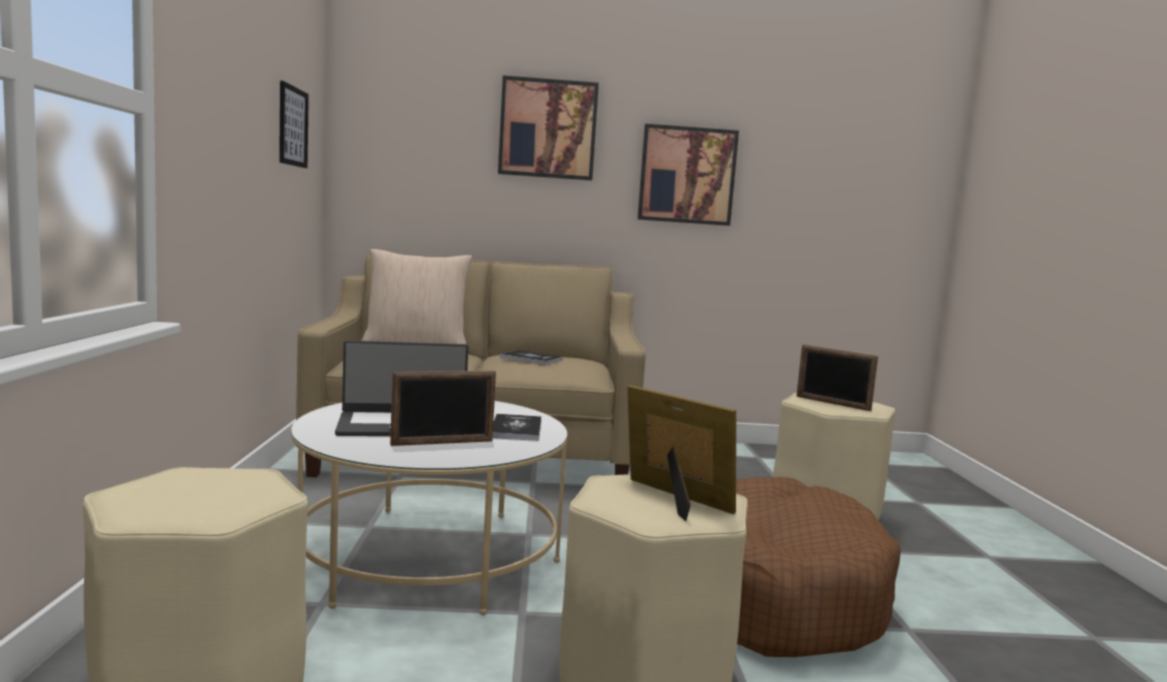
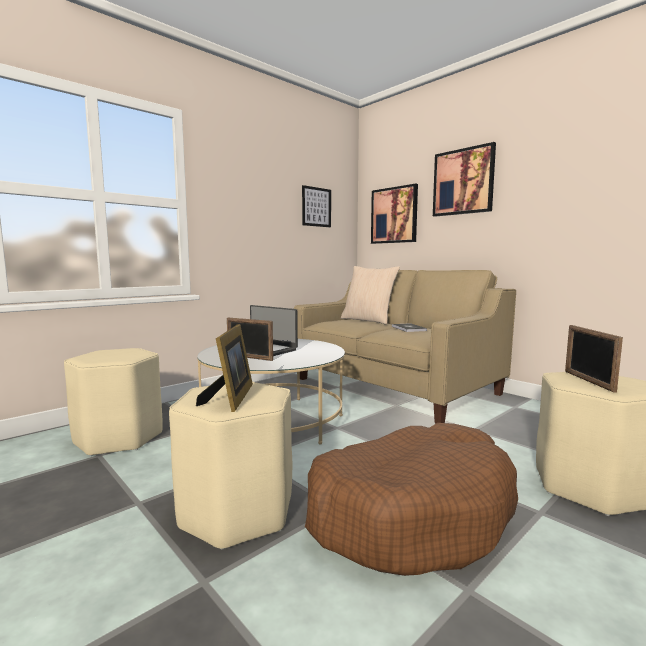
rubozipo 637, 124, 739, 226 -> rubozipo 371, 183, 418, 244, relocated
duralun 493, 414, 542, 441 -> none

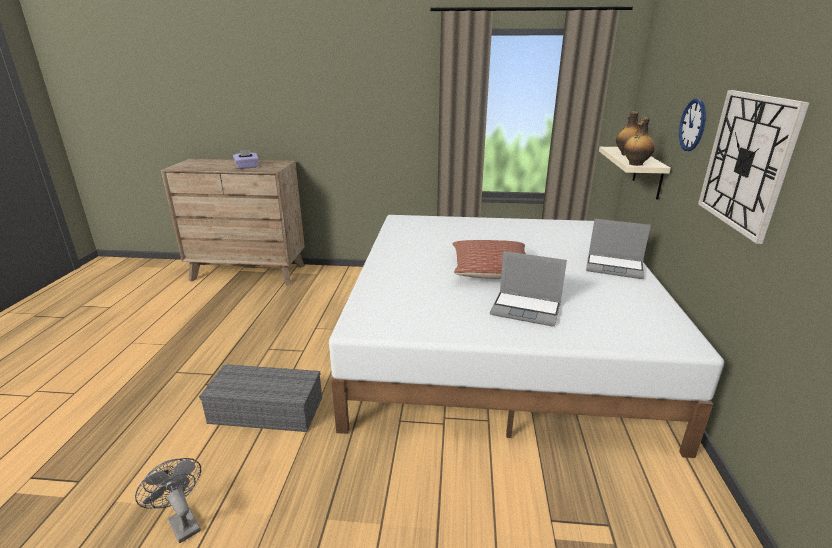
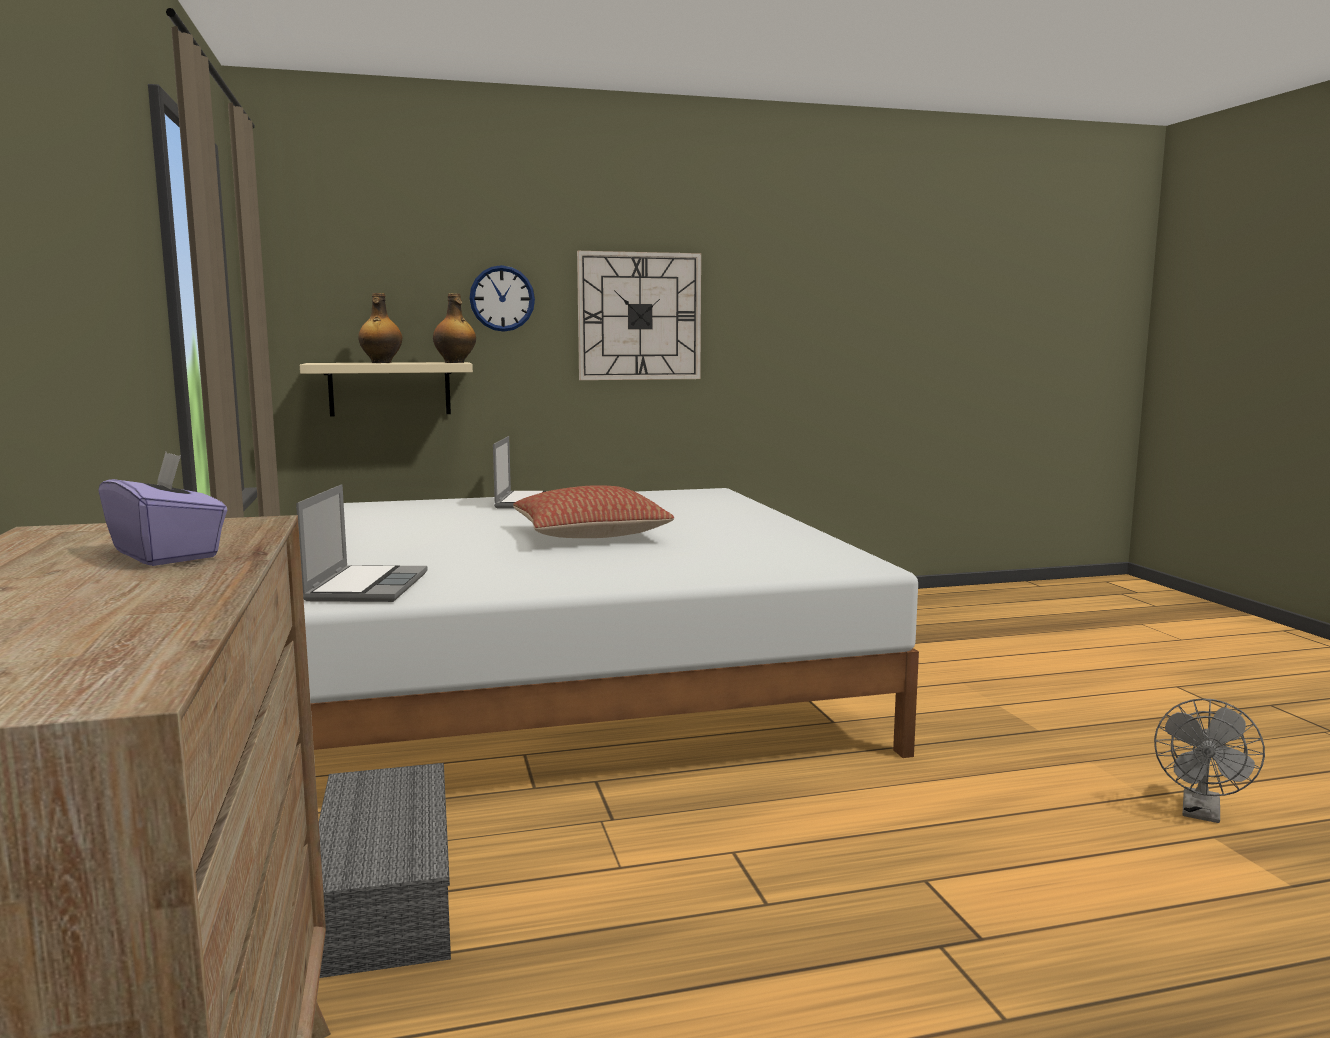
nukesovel 490, 251, 567, 327 -> nukesovel 296, 484, 427, 602, relocated
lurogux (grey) 199, 364, 322, 432 -> lurogux (grey) 319, 763, 451, 978, relocated

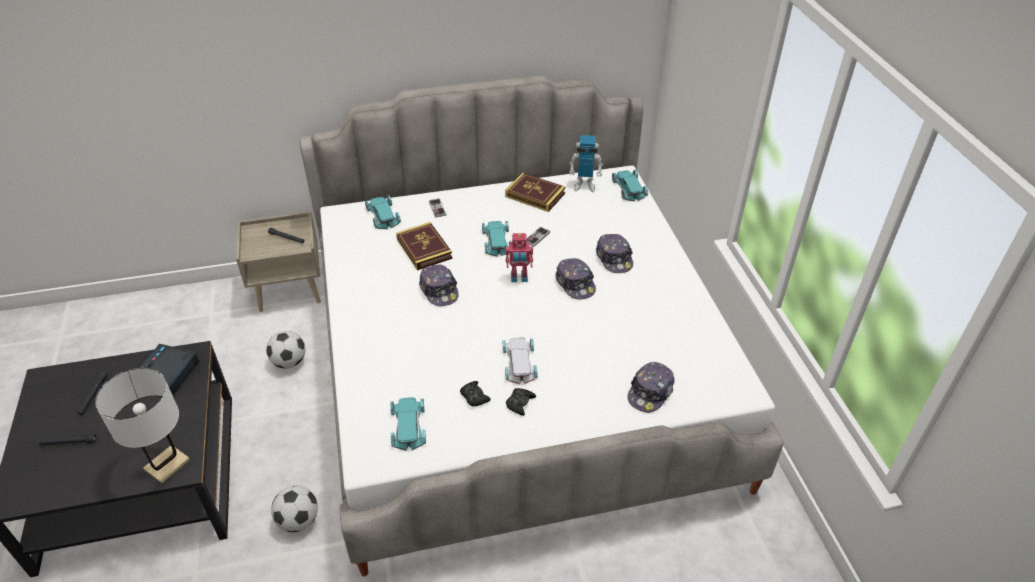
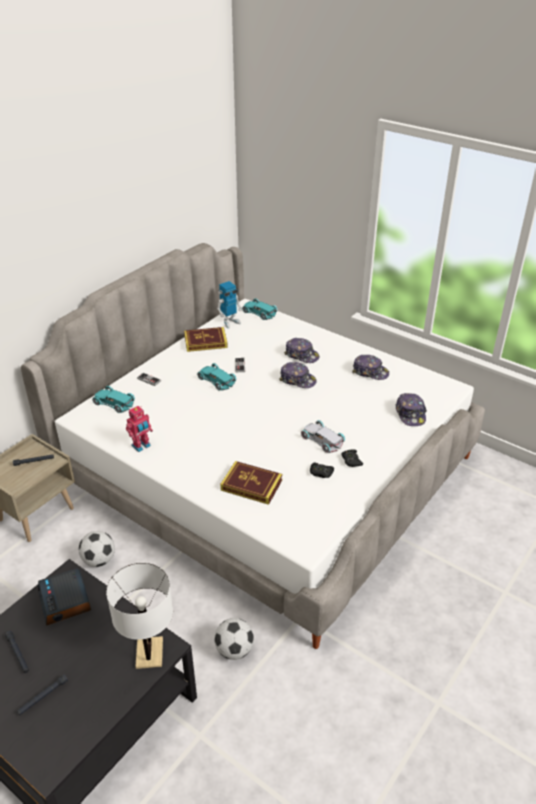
duralun 396, 222, 452, 270 -> duralun 220, 461, 282, 505, relocated
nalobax 505, 233, 533, 282 -> nalobax 126, 406, 153, 452, relocated
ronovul 419, 264, 459, 306 -> ronovul 353, 355, 389, 380, relocated
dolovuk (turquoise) 390, 397, 426, 451 -> none

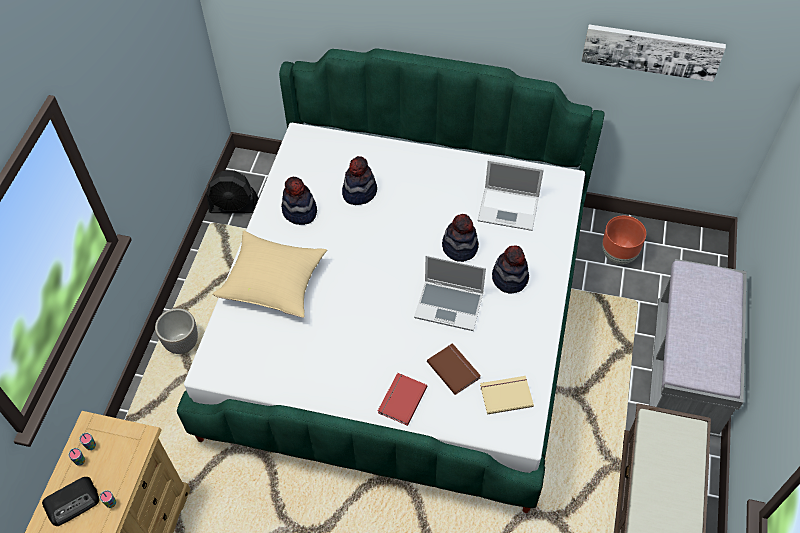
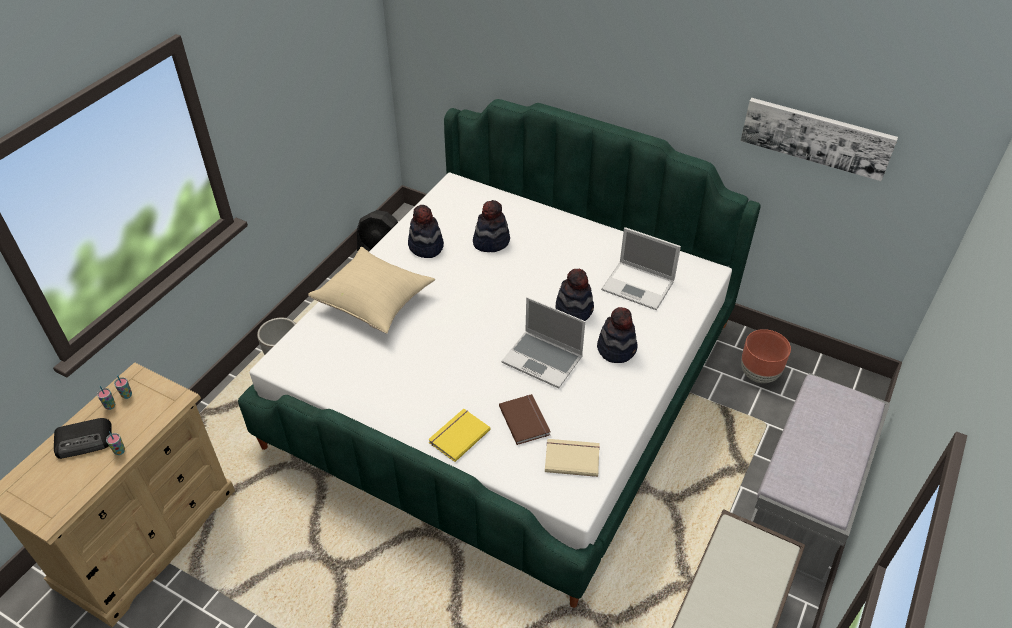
duralun (red) 378, 373, 427, 426 -> duralun (yellow) 428, 409, 490, 462

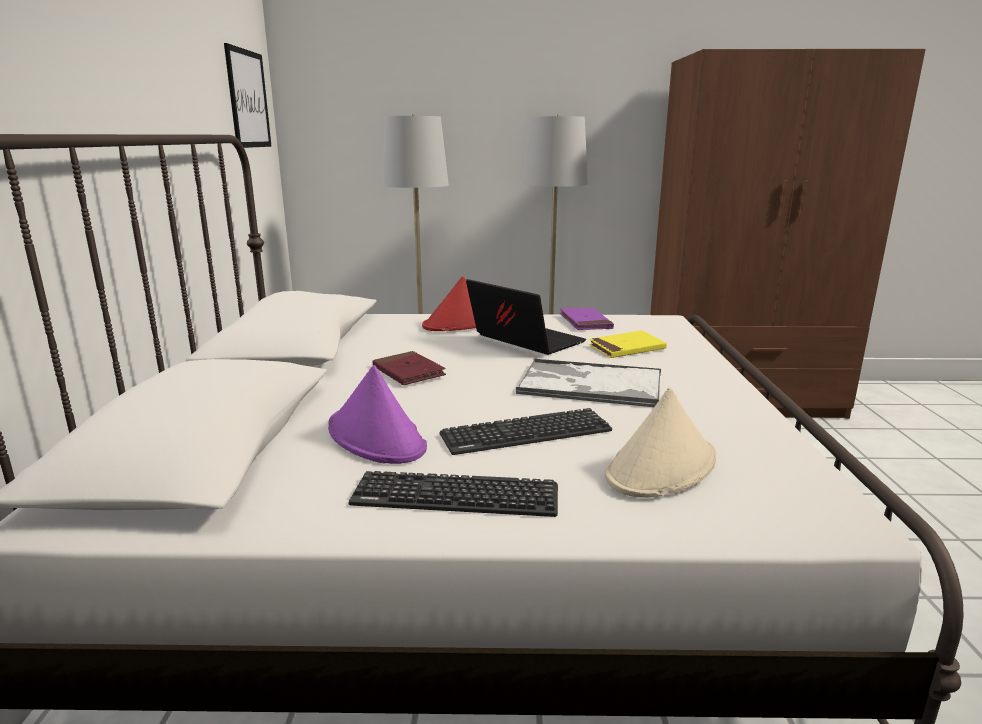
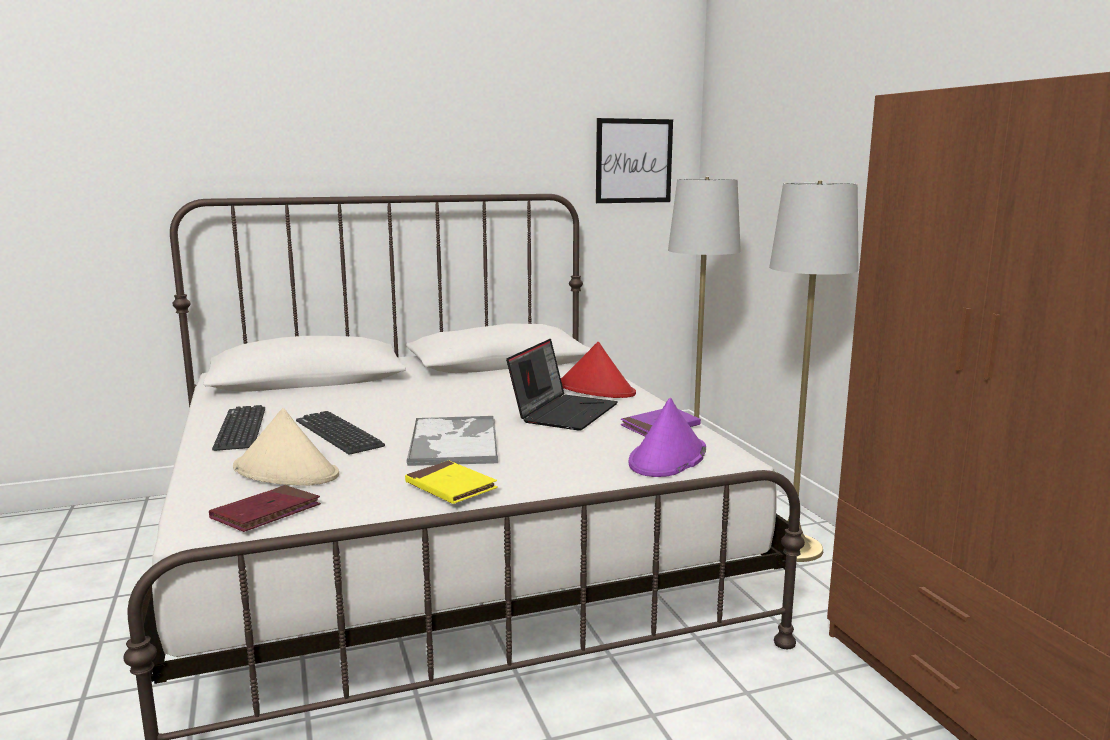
duralun (yellow) 589, 330, 667, 358 -> duralun (yellow) 405, 461, 498, 504, relocated
duralun (red) 372, 351, 446, 385 -> duralun (red) 209, 485, 321, 532, relocated
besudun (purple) 328, 365, 427, 464 -> besudun (purple) 629, 398, 706, 477, relocated

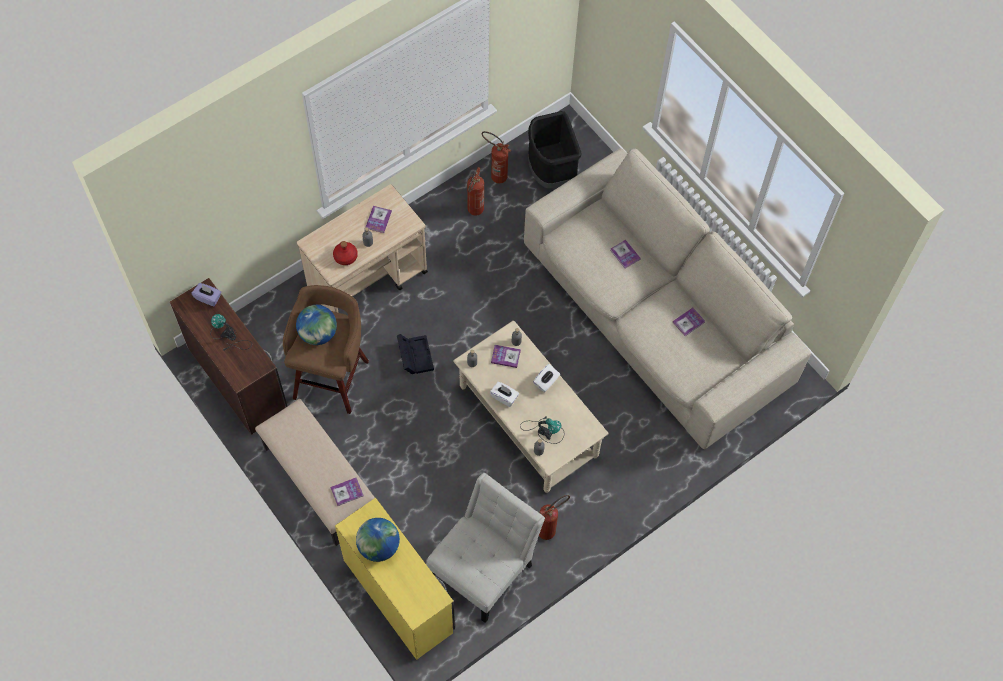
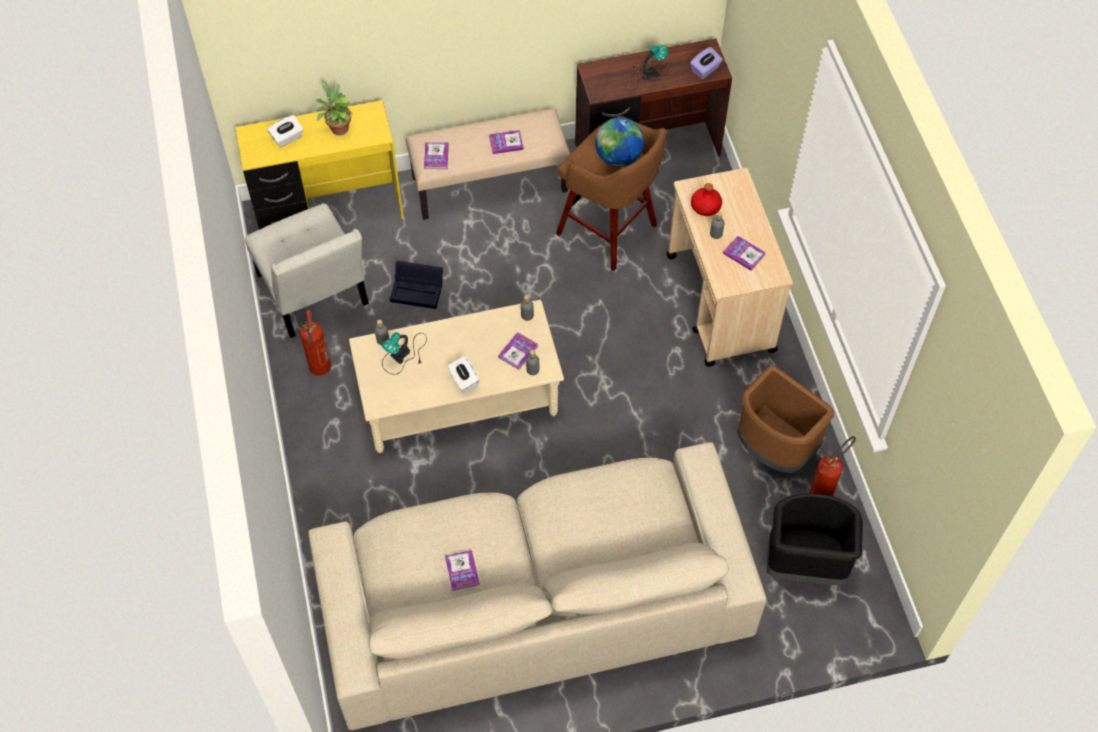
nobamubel 467, 167, 484, 216 -> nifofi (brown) 737, 366, 834, 473
duralun 610, 240, 641, 268 -> duralun 489, 130, 524, 154, relocated
lurogux (black) 397, 334, 434, 374 -> lurogux (black) 390, 261, 443, 309, relocated
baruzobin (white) 490, 382, 519, 407 -> baruzobin (white) 267, 115, 303, 147, relocated
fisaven 356, 518, 400, 562 -> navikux 316, 81, 353, 135

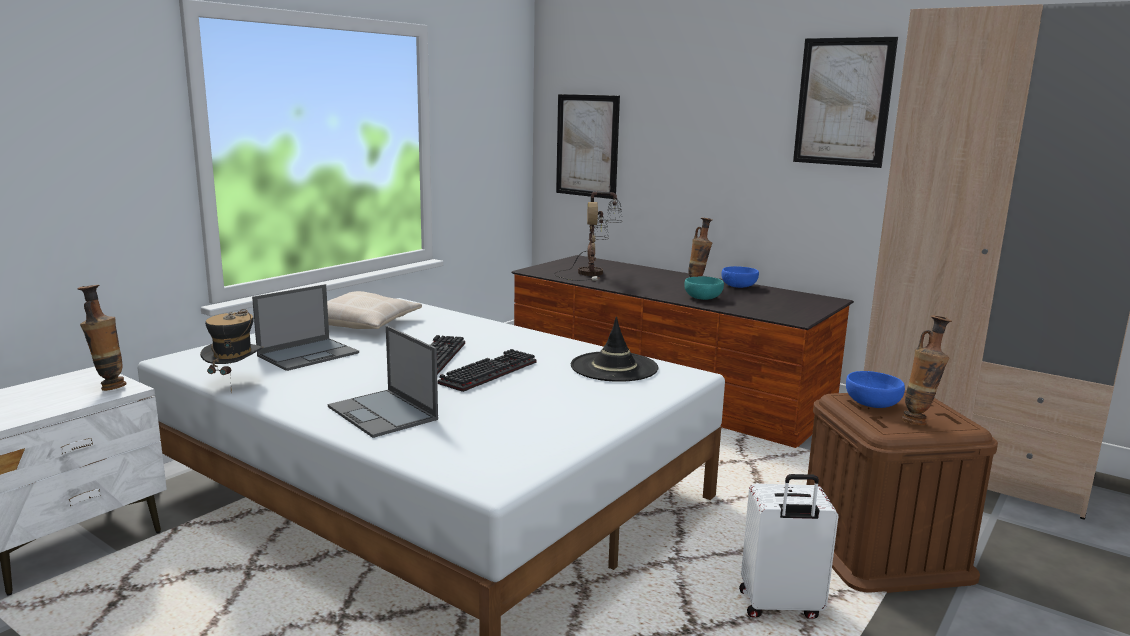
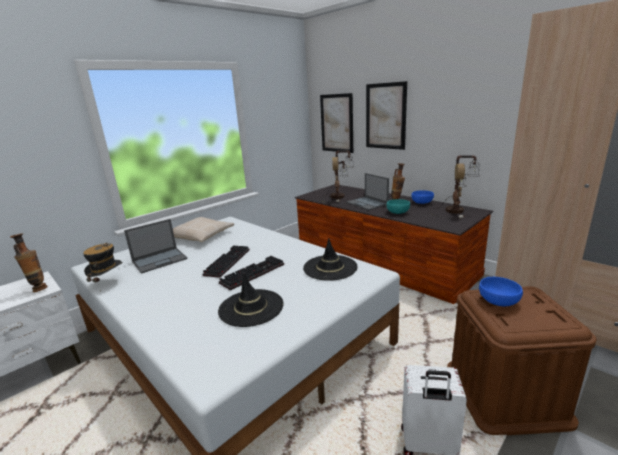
rubozipo 793, 37, 898, 168 -> rubozipo 366, 81, 407, 150, relocated
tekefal 901, 316, 952, 425 -> none
nukesovel 328, 326, 438, 438 -> nukesovel 347, 173, 389, 210, relocated
none -> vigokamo 429, 155, 480, 219
none -> besudun (black) 218, 273, 284, 327

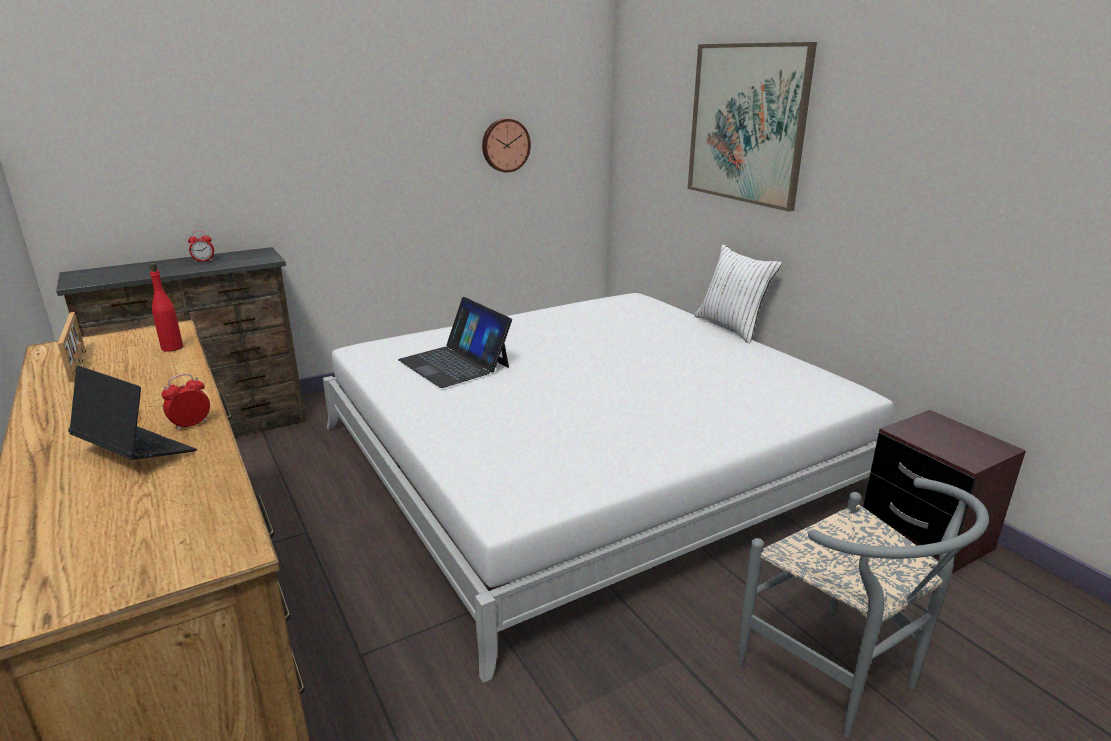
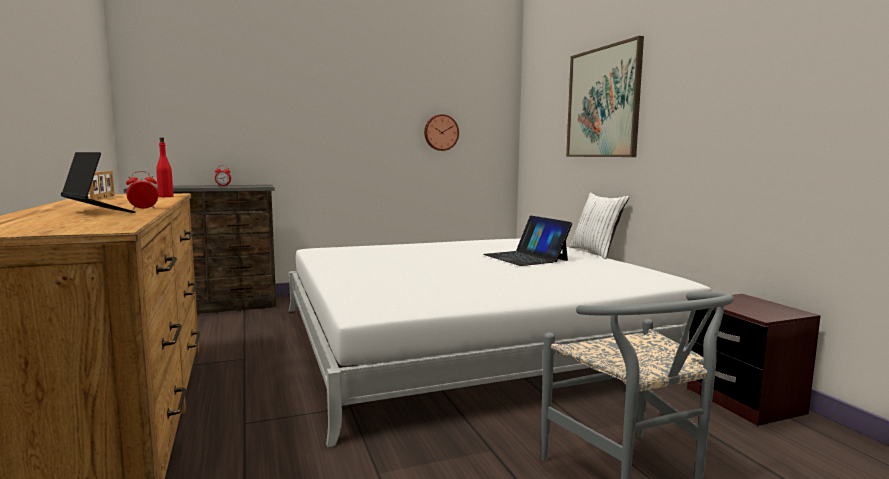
nukesovel 398, 297, 512, 388 -> nukesovel 483, 216, 572, 266, relocated

